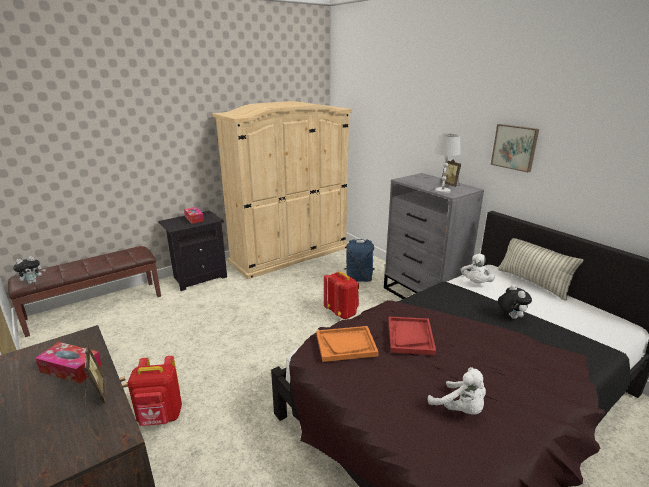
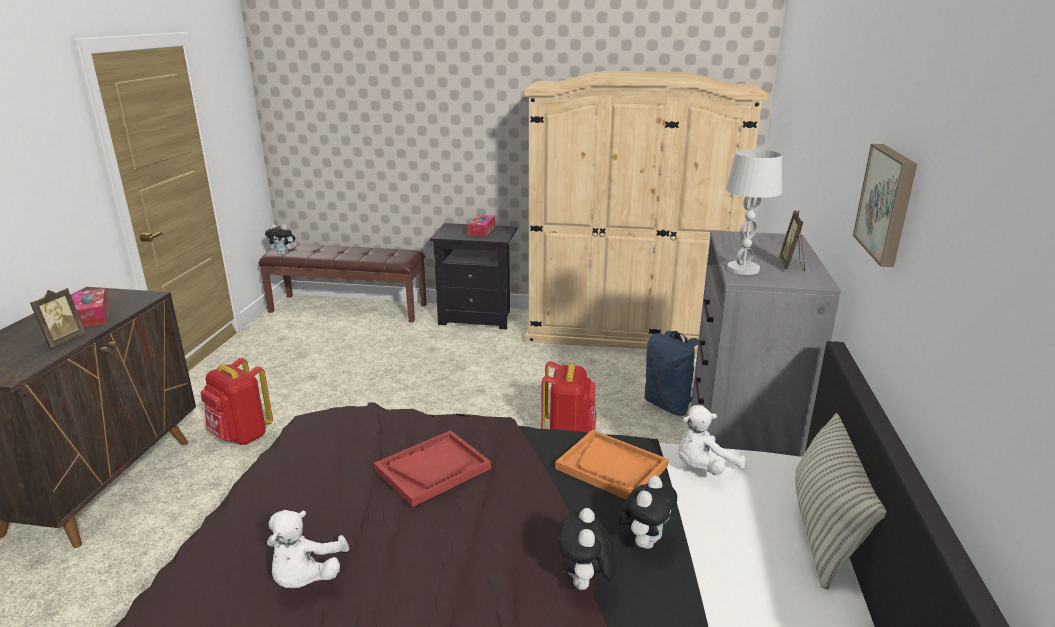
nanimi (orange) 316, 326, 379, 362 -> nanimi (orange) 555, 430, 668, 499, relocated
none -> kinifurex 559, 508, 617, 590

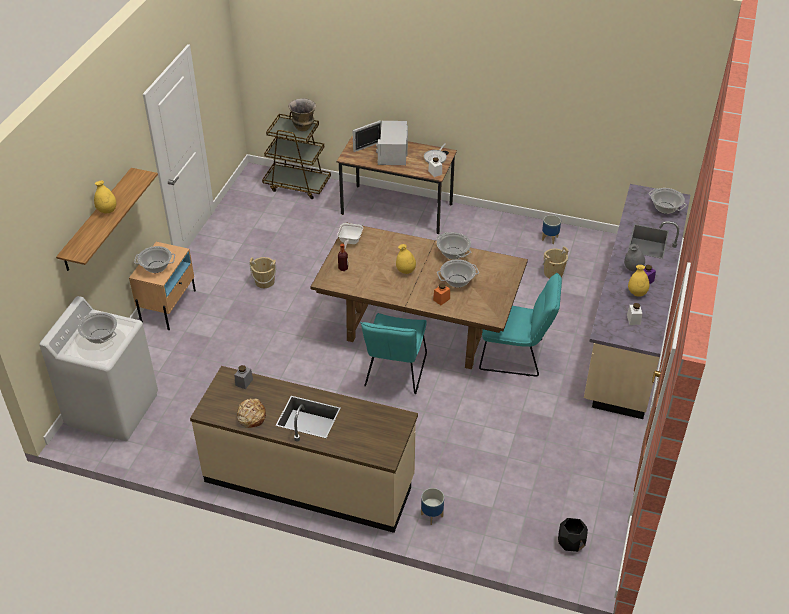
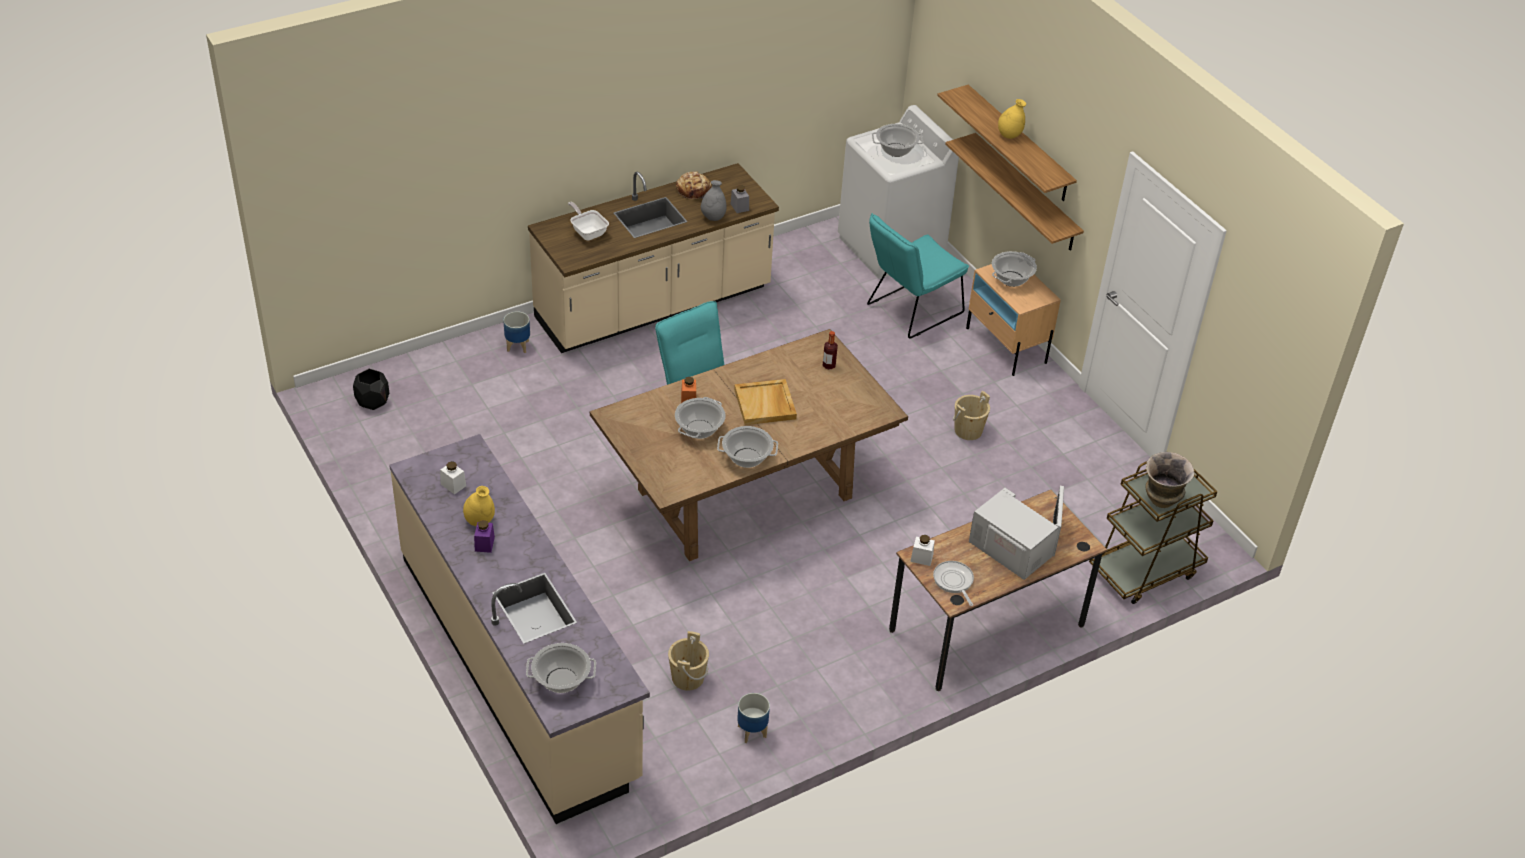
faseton 337, 223, 363, 249 -> faseton 568, 202, 609, 241, relocated
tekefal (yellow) 396, 244, 416, 274 -> nanimi (beige) 734, 379, 797, 425
tekefal (grey) 624, 244, 645, 272 -> tekefal (grey) 701, 180, 727, 221, relocated
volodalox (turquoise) 479, 273, 562, 376 -> volodalox (turquoise) 867, 213, 969, 338, relocated
none -> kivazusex 945, 133, 1084, 251

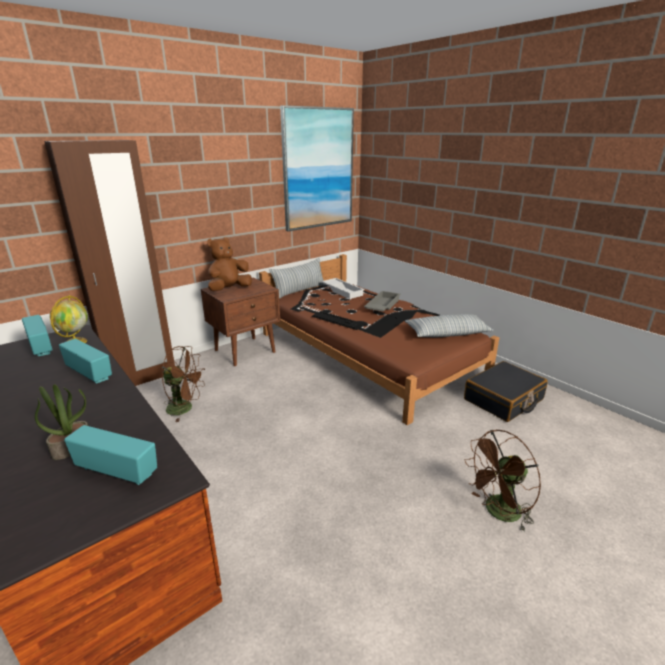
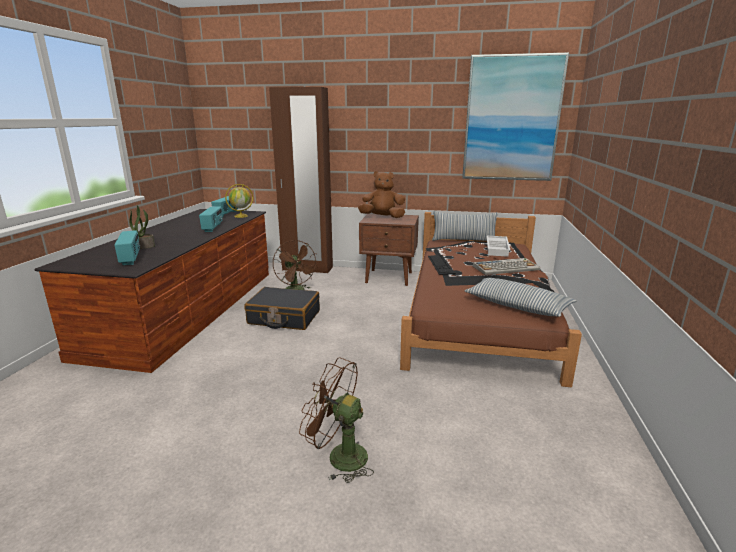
nanimi (grey) 364, 291, 400, 312 -> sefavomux 472, 258, 540, 275
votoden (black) 464, 361, 548, 422 -> votoden (black) 244, 287, 320, 330, relocated

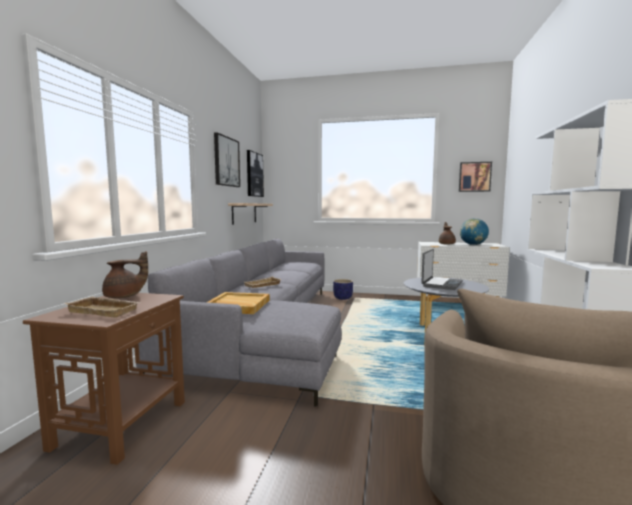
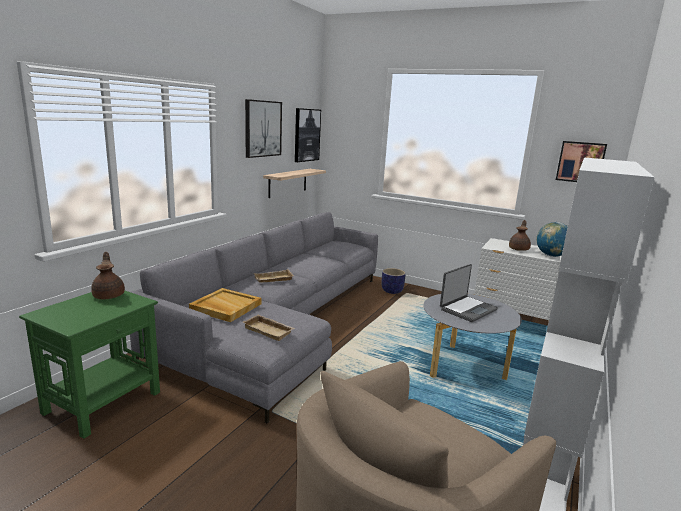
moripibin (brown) 102, 251, 148, 298 -> moripibin (brown) 91, 252, 125, 299, 105 degrees counterclockwise
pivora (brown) 23, 293, 185, 465 -> pivora (green) 19, 291, 160, 439
nanimi (beige) 63, 296, 142, 317 -> nanimi (beige) 243, 314, 295, 341, relocated

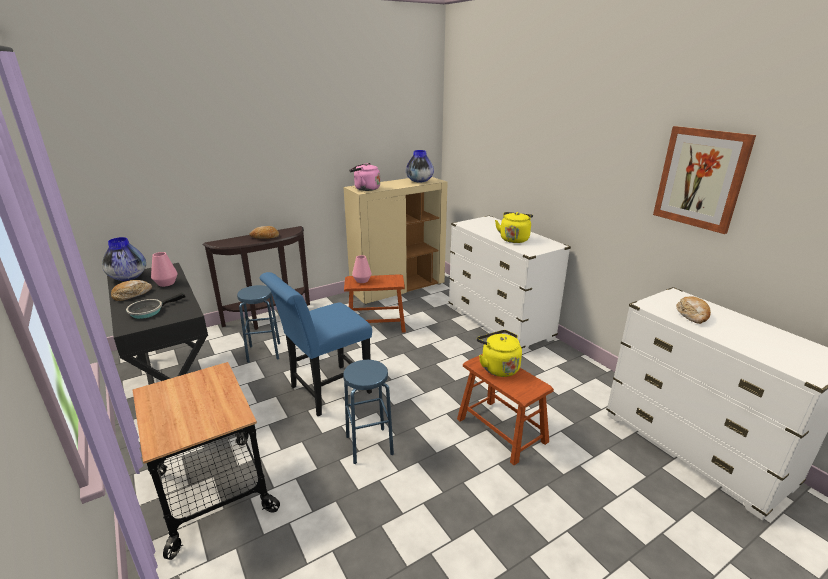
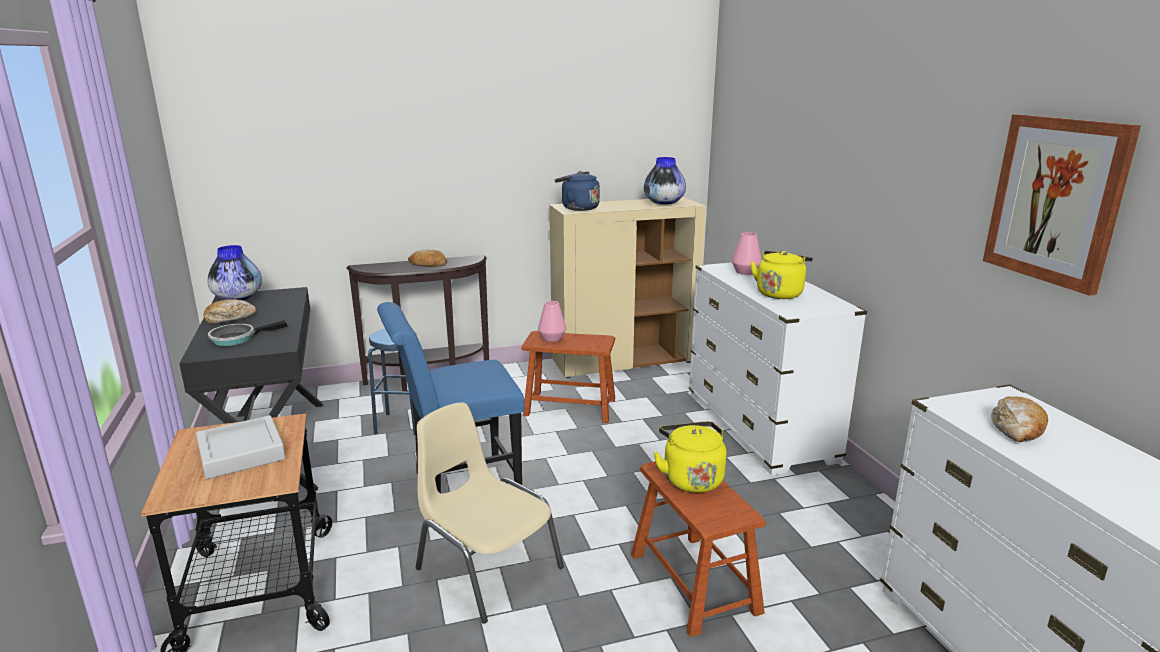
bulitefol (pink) 349, 163, 380, 191 -> bulitefol (blue) 555, 171, 600, 211
tekefal (pink) 151, 252, 178, 287 -> tekefal (pink) 732, 232, 762, 275, relocated
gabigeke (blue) 343, 360, 394, 464 -> volodalox (beige) 416, 403, 564, 624
none -> nanimi (grey) 196, 415, 285, 479

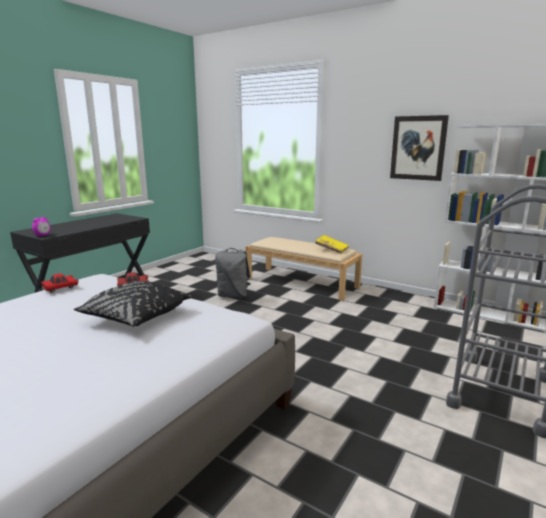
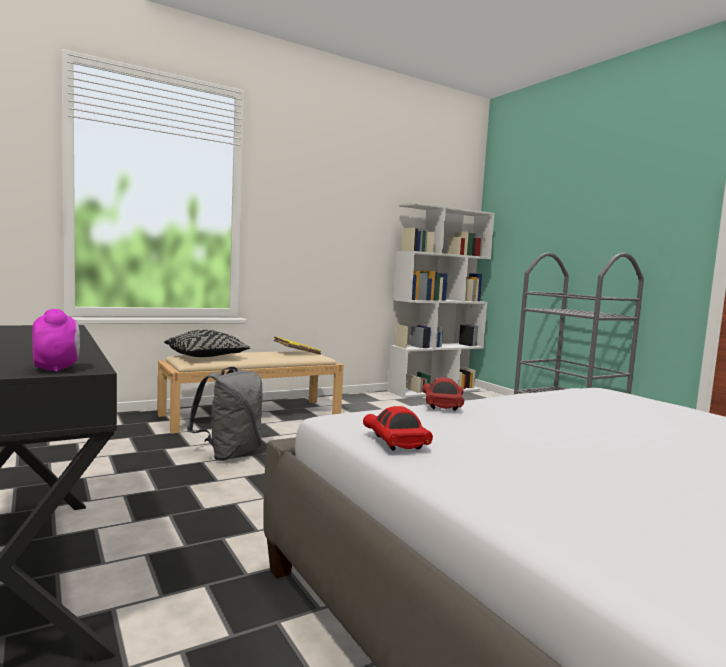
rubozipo 390, 115, 449, 181 -> none
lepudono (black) 74, 281, 191, 327 -> lepudono (black) 164, 330, 251, 357, relocated

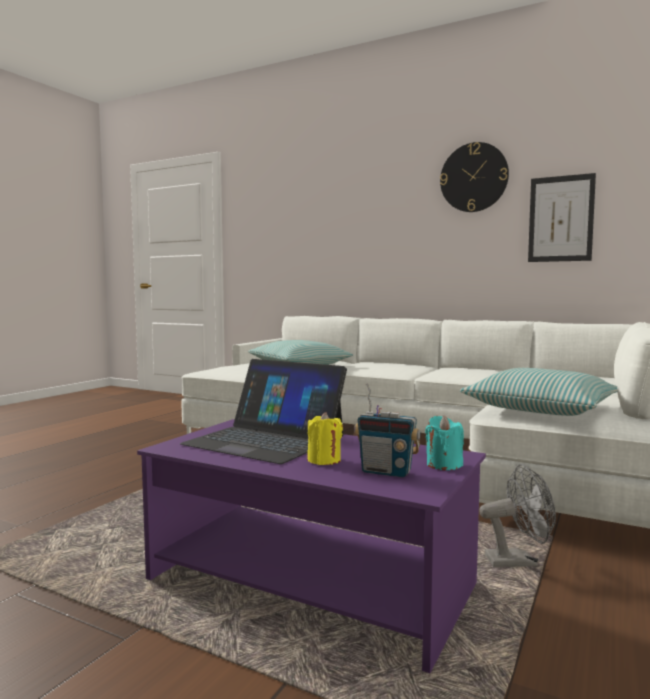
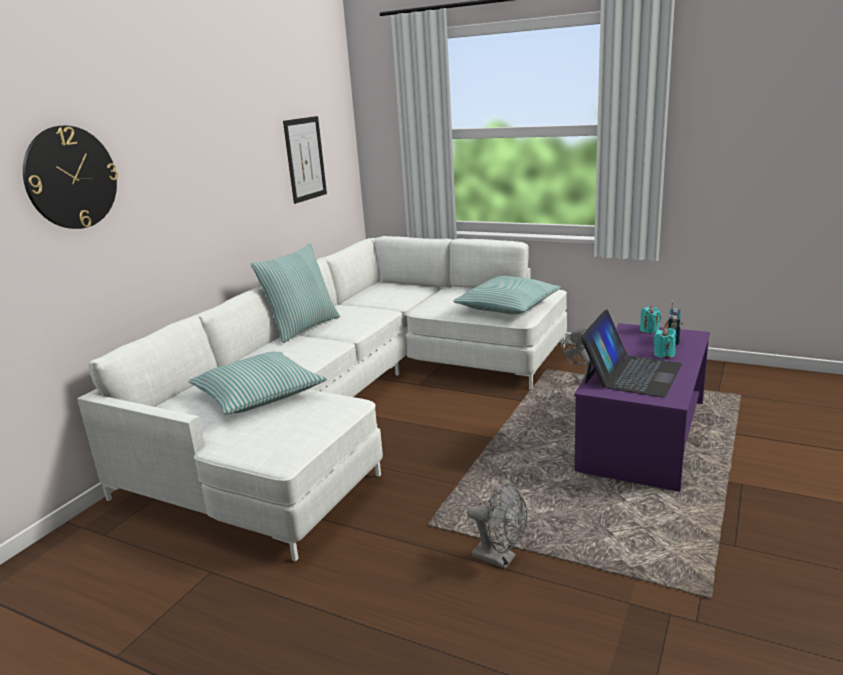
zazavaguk 440, 142, 509, 212 -> zazavaguk 23, 126, 118, 229, relocated
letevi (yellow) 307, 412, 343, 465 -> letevi (turquoise) 653, 328, 676, 359
none -> lepudono 251, 243, 340, 343
none -> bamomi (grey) 467, 483, 527, 569

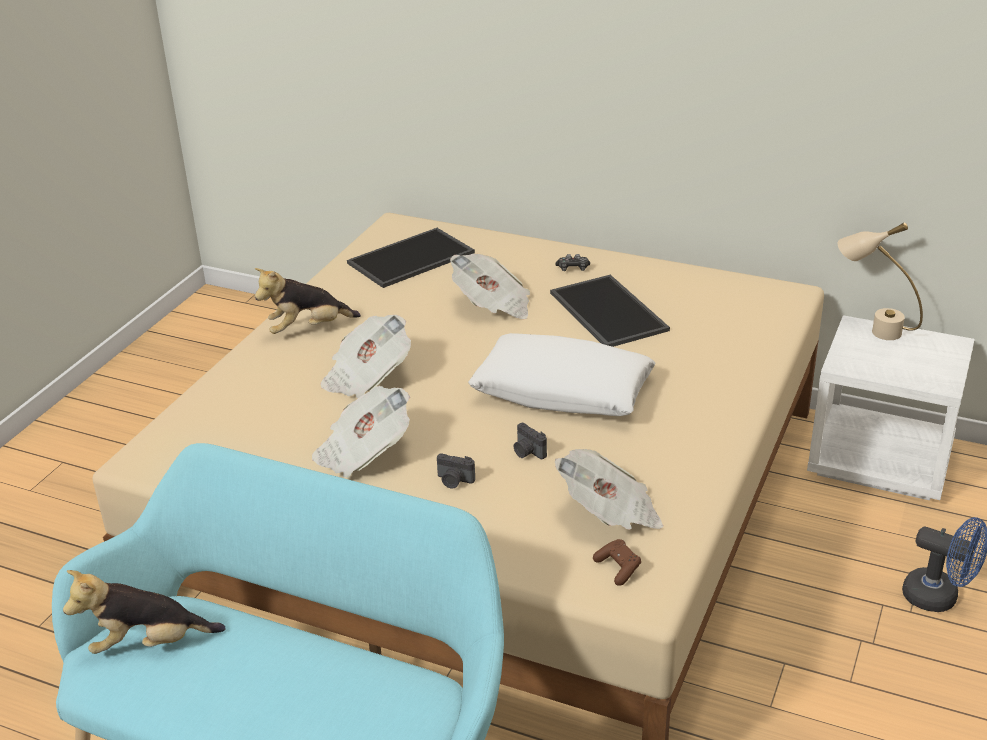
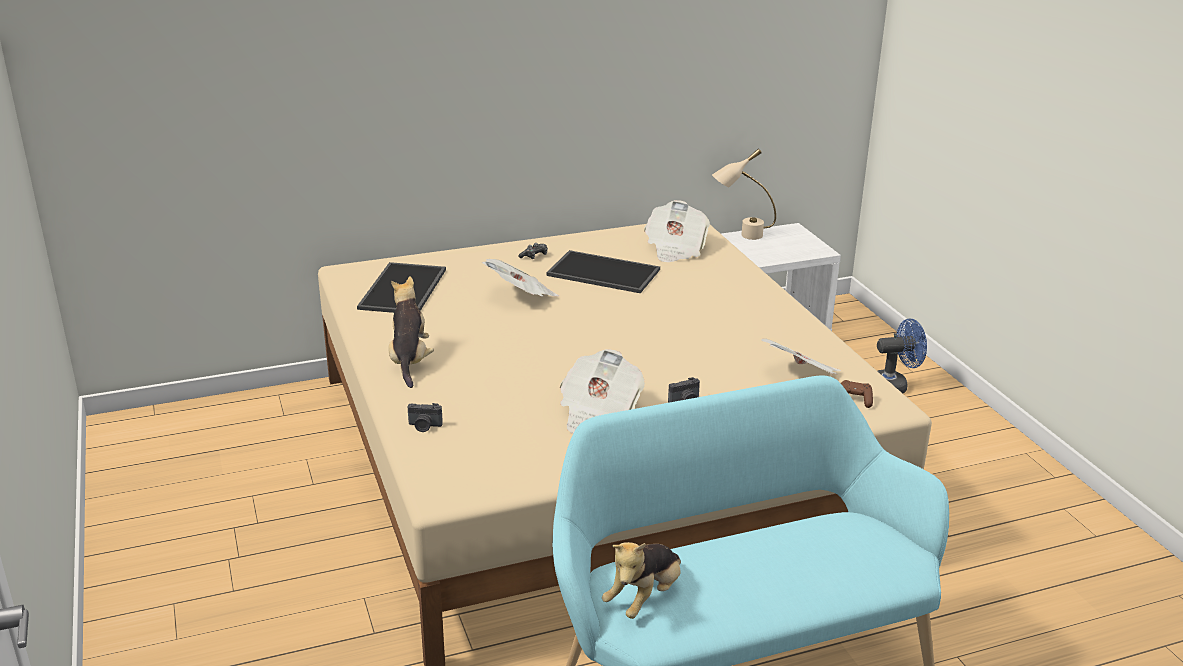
kinifurex 255, 268, 361, 334 -> kinifurex 388, 276, 434, 388, 150 degrees clockwise
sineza 320, 315, 411, 398 -> sineza 644, 200, 710, 262, relocated
lepudono (white) 468, 333, 655, 416 -> none
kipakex 514, 423, 547, 459 -> kipakex 408, 403, 443, 432, relocated

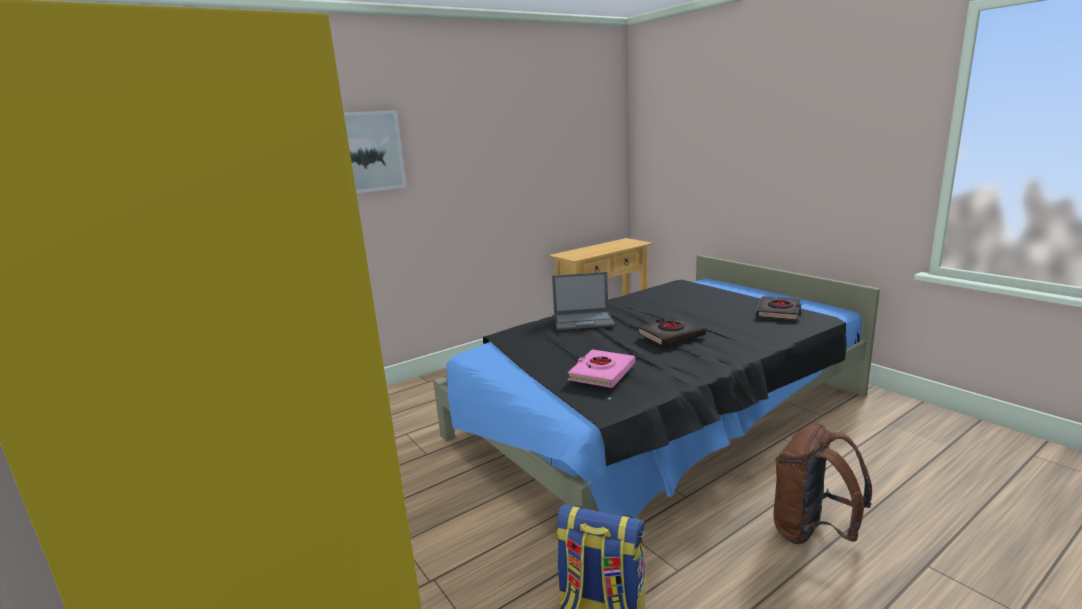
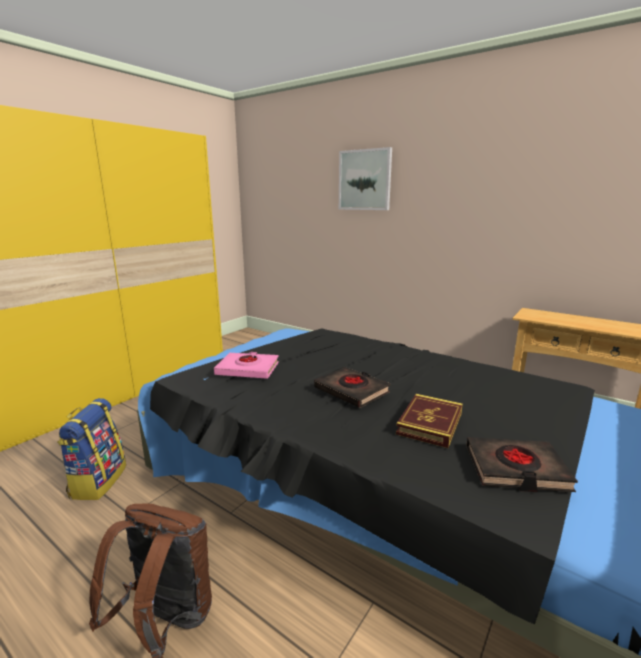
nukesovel 552, 272, 615, 330 -> none
none -> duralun 396, 394, 463, 448

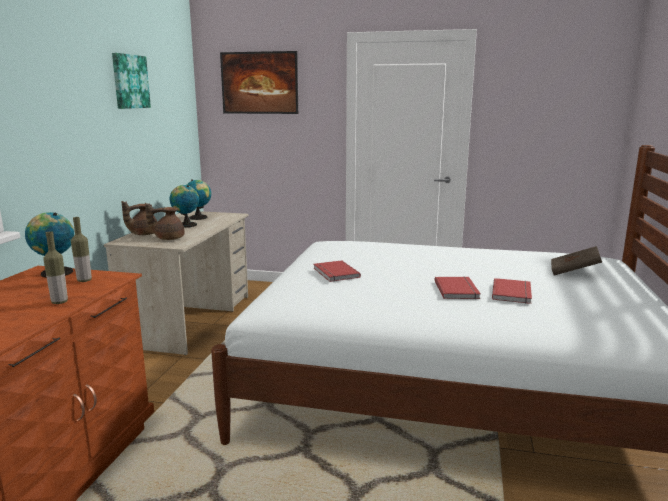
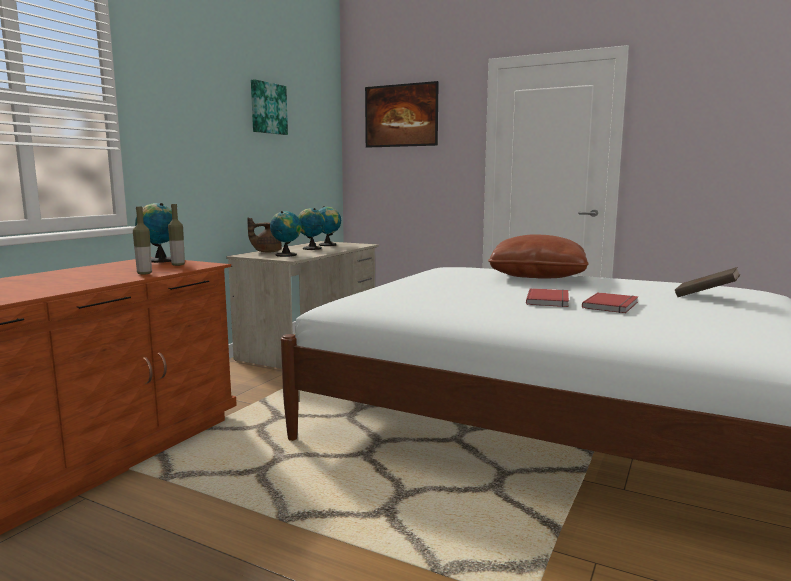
moripibin (brown) 145, 203, 184, 240 -> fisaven 270, 211, 301, 257
duralun (red) 314, 260, 361, 282 -> none
none -> lepudono (brown) 488, 235, 589, 279

